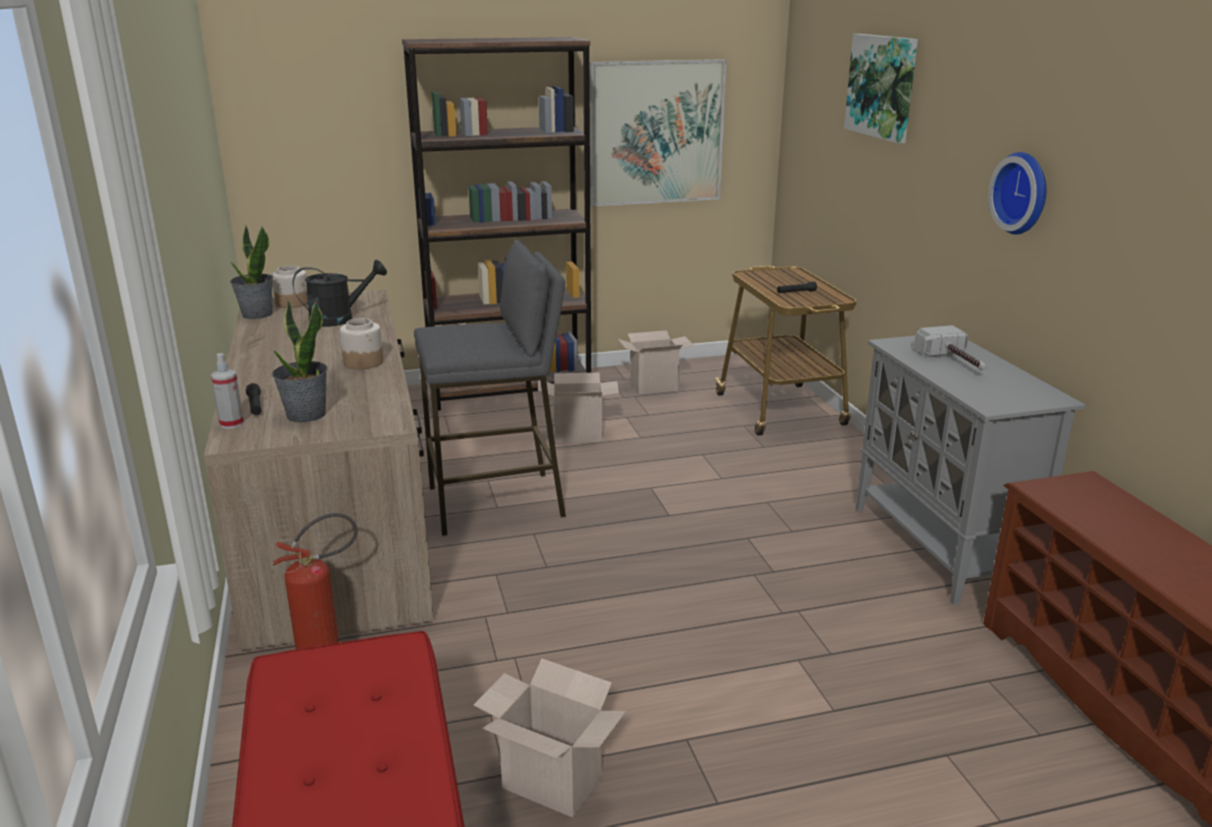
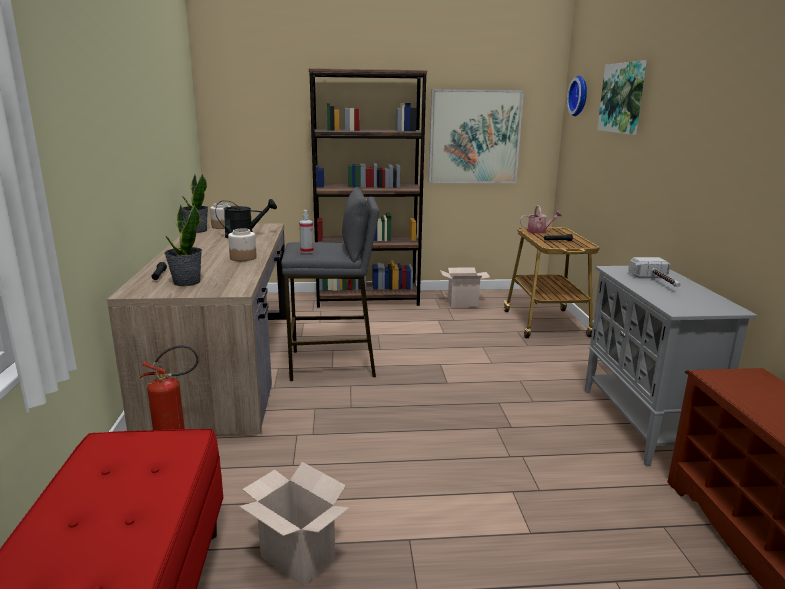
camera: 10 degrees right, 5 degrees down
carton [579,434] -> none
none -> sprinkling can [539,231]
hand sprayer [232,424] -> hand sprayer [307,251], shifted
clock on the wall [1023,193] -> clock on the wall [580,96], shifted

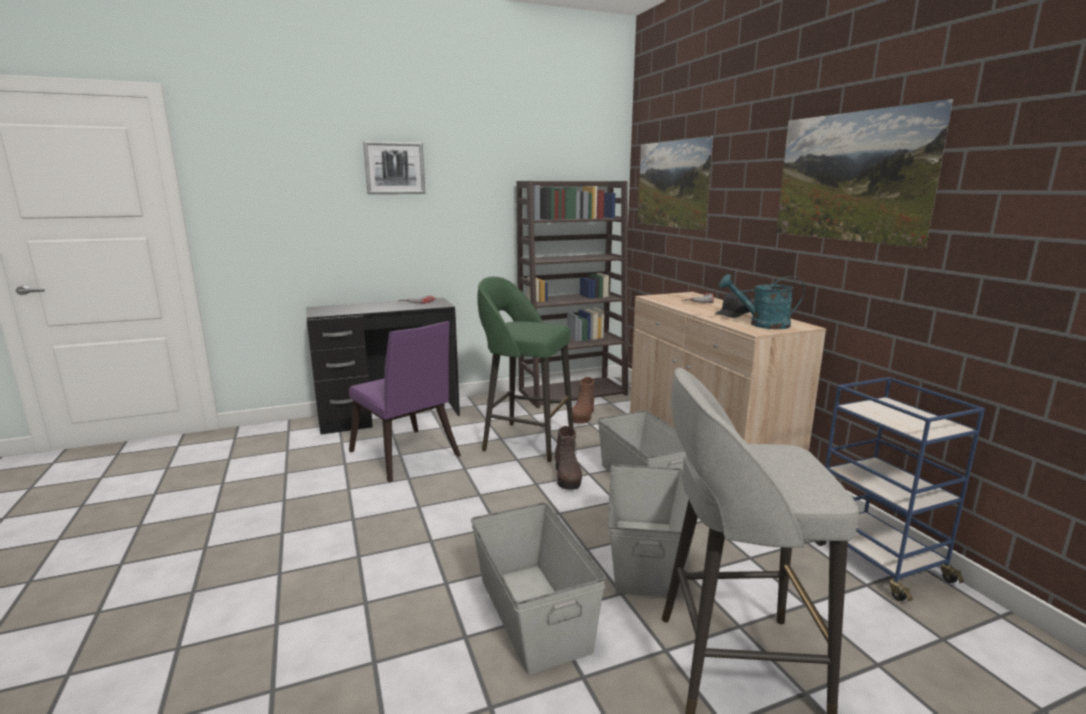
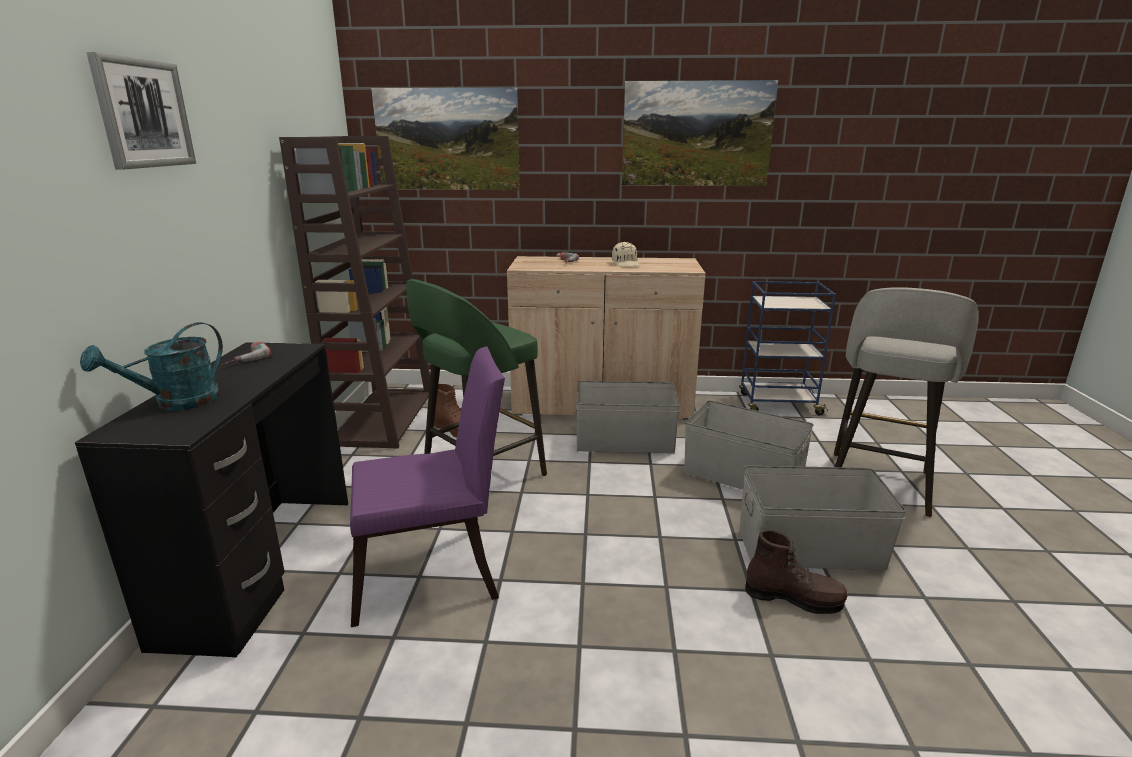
camera: 65 degrees left, 5 degrees up
brown-coloured boot [567,477] -> brown-coloured boot [793,598], shifted
turquoise sprinkling can [762,324] -> turquoise sprinkling can [177,403], shifted
blackish peaked cap [733,314] -> beige peaked cap [626,264]

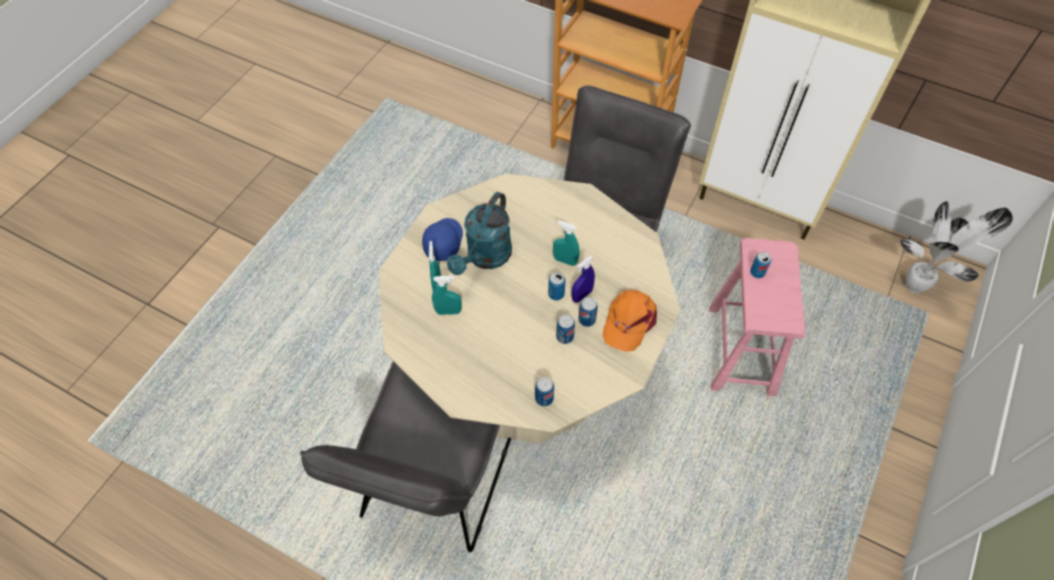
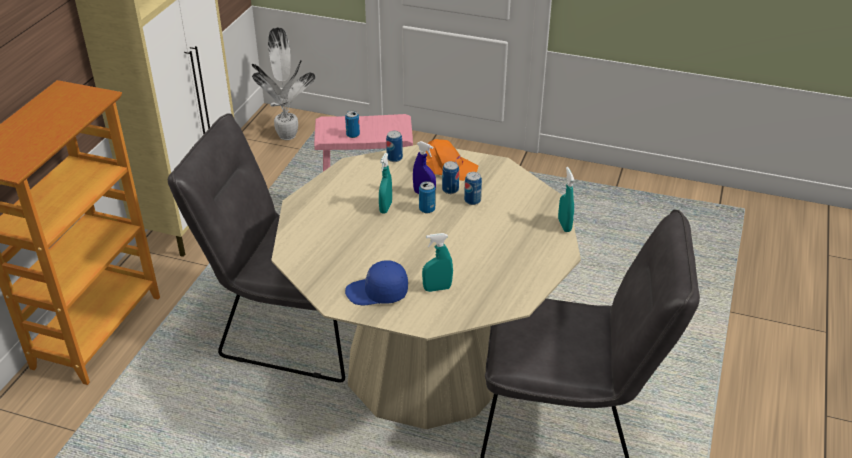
camera: 100 degrees left, 20 degrees down
turquoise sprinkling can [485,258] -> none
turquoise hand sprayer [448,311] -> turquoise hand sprayer [564,225], shifted
metal can [544,398] -> metal can [394,158], shifted

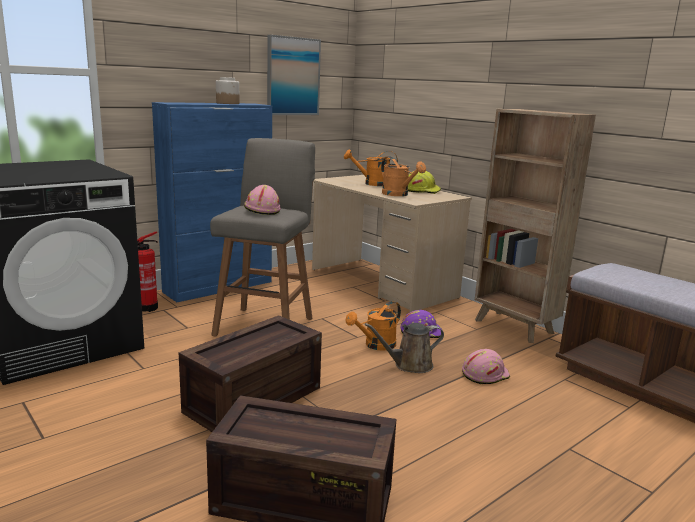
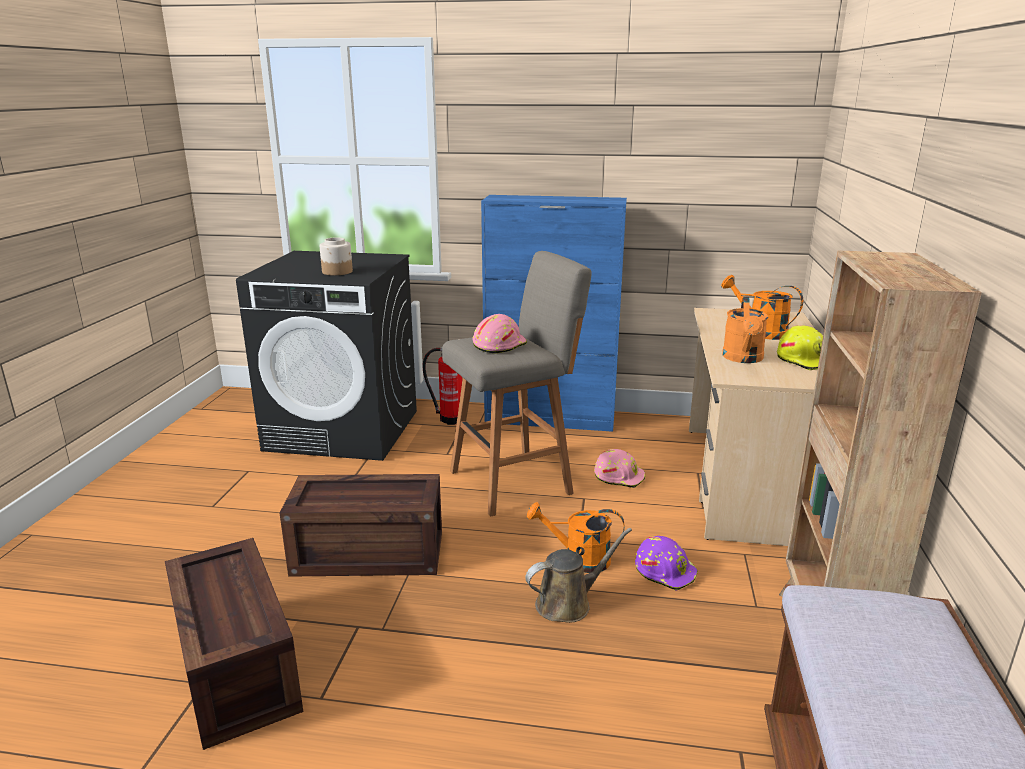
camera: 50 degrees right, 5 degrees up
wall picture [293,76] -> none
storage jar [228,103] -> storage jar [337,272], shifted
pink-coloured hard hat [484,374] -> pink-coloured hard hat [619,476], shifted
brown-coloured sprinkling can [409,365] -> brown-coloured sprinkling can [568,603], 120 degrees clockwise

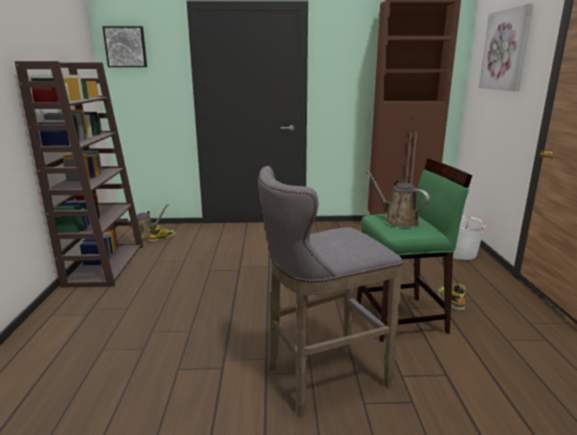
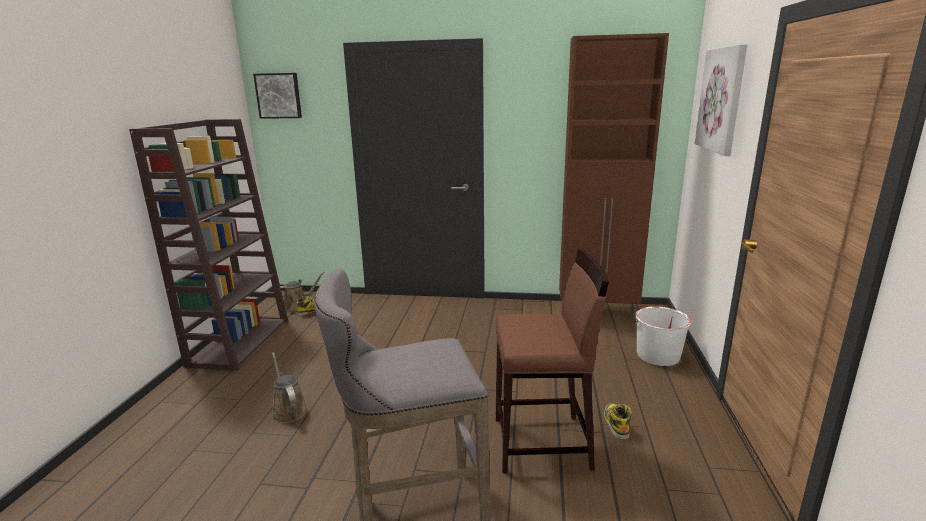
camera: 10 degrees right, 0 degrees up
brown-coloured sprinkling can [398,221] -> brown-coloured sprinkling can [288,410], shifted
green stool [401,318] -> brown-coloured stool [542,443]

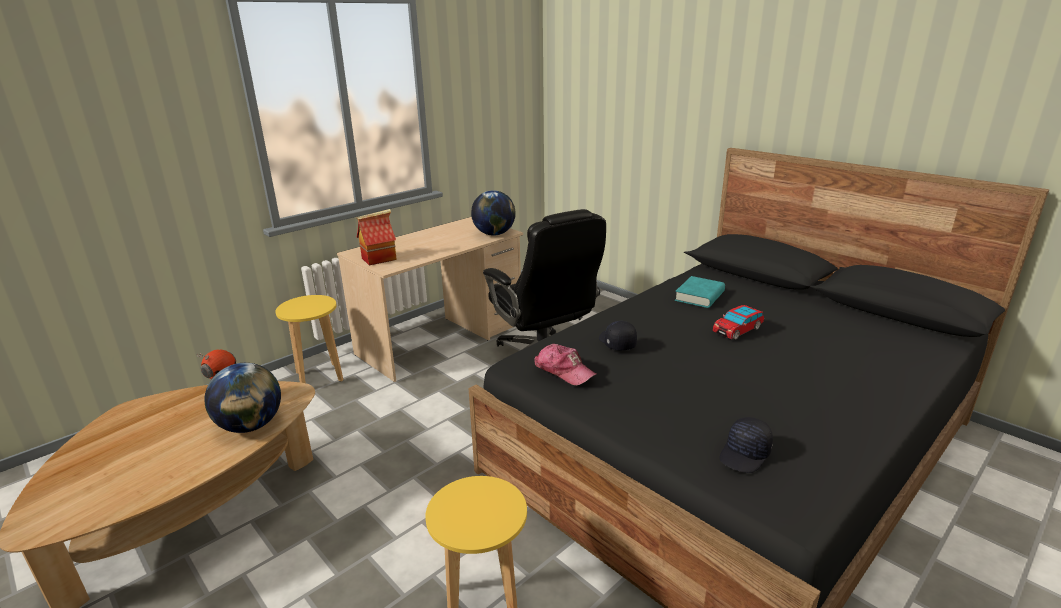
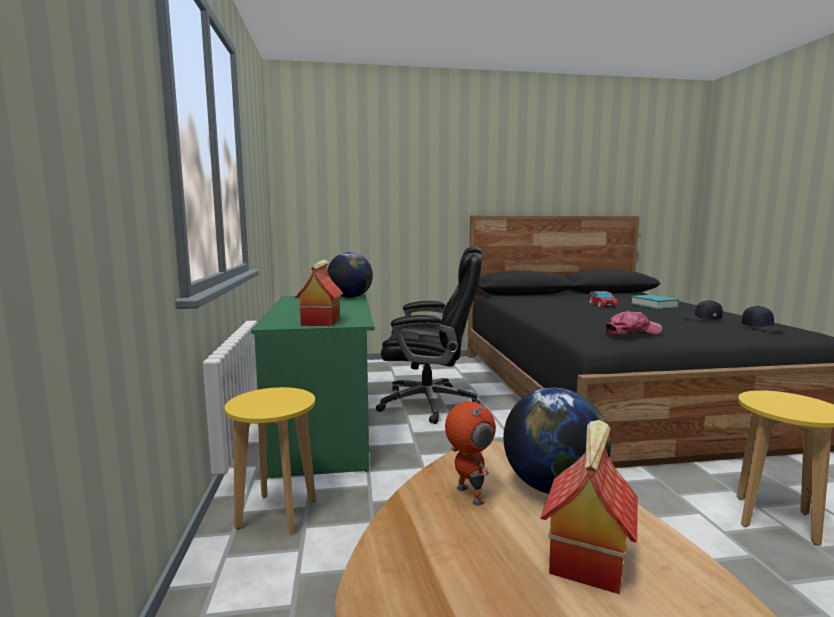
camera: 55 degrees left, 15 degrees down
none -> miniature house [585,557]
blackish peaked cap [616,343] -> blackish peaked cap [702,319], shifted
turquoise volume [699,296] -> turquoise volume [654,305], shifted
beige desk [441,340] -> green desk [322,429]

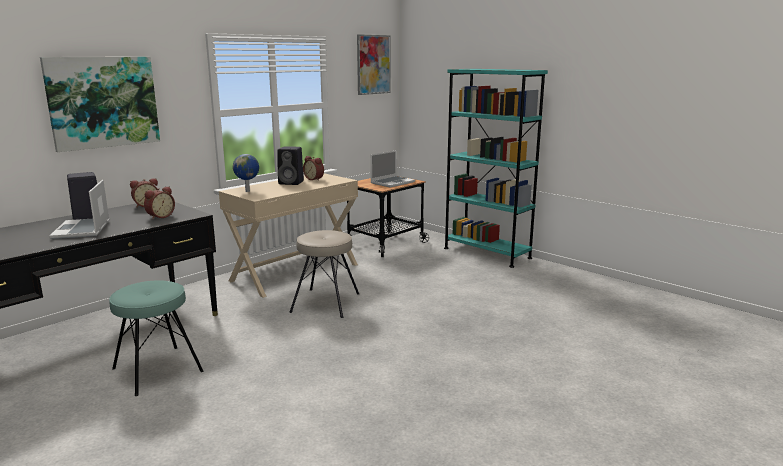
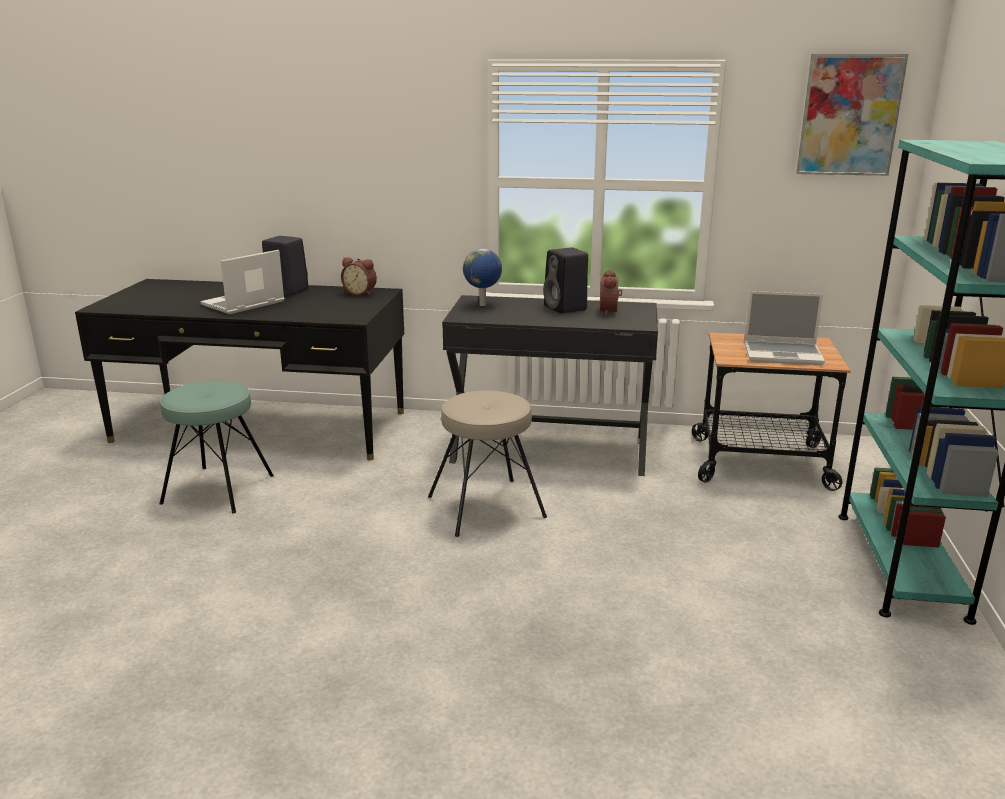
camera: 55 degrees right, 5 degrees up
wall picture [103,102] -> none
bedside clock [160,216] -> none
beige desk [295,272] -> blackish desk [550,448]

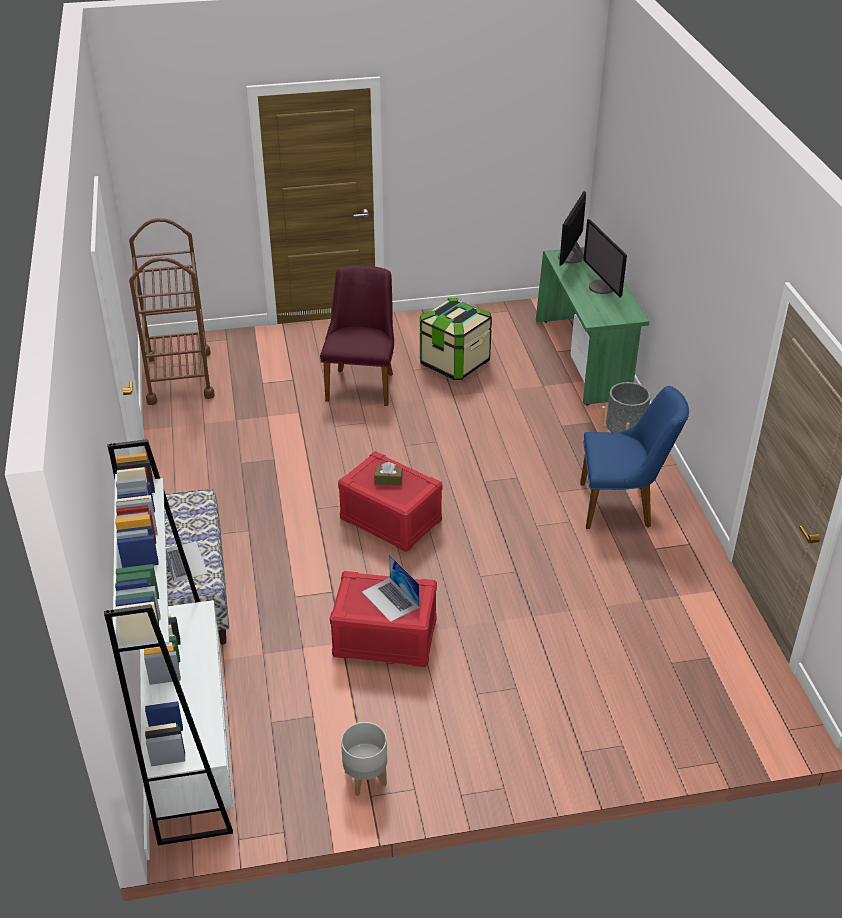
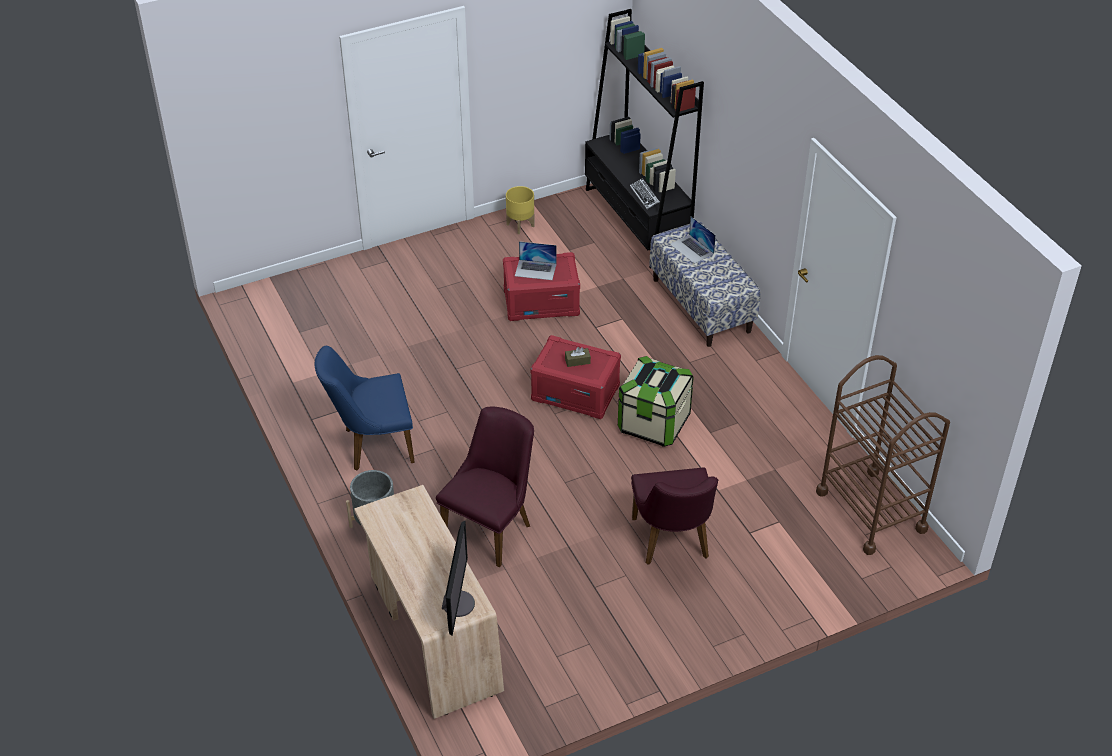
camera: 165 degrees right, 5 degrees up
monitor [602,287] -> none
none -> purple upright chair [492,527]
none -> PC keyboard [644,196]
storage container [454,363] -> storage container [653,423], shifted
white-coloured shelving unit [191,746] -> blackish shelving unit [637,222]
greyish flower pot [365,778] -> yellowish flower pot [520,225]
green desk [584,359] -> beige desk [431,634]
notebook computer [390,599] -> notebook computer [535,270], 150 degrees clockwise

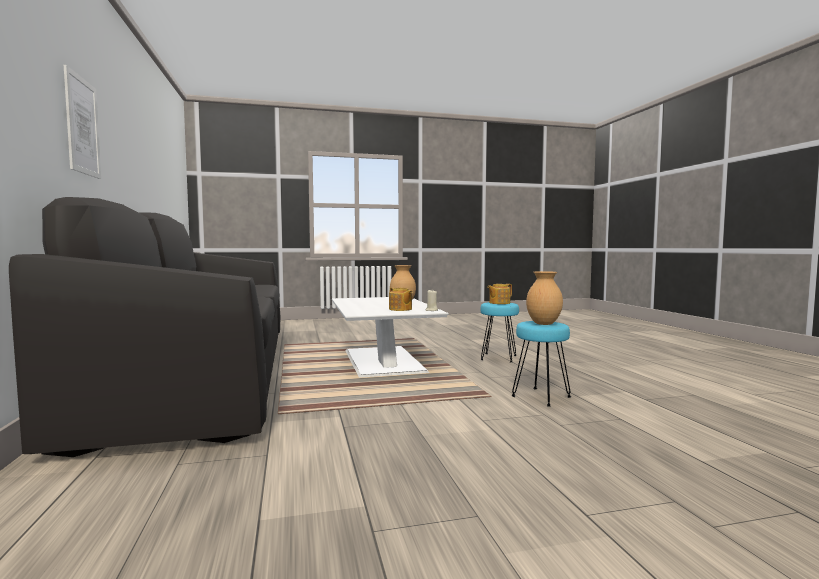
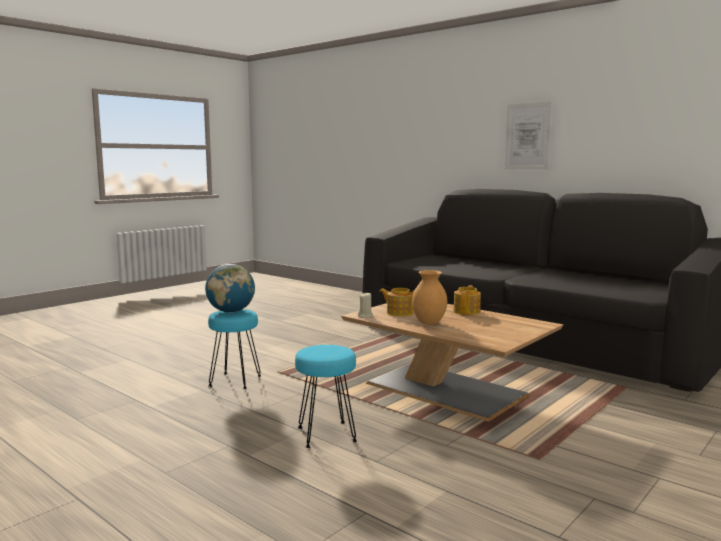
camera: 145 degrees right, 5 degrees up
tea pot [499,303] -> tea pot [467,311], shifted
brown-coloured decorative vase [543,324] -> globe [231,311]
white-coloured coffee table [382,360] -> brown-coloured coffee table [448,390]

